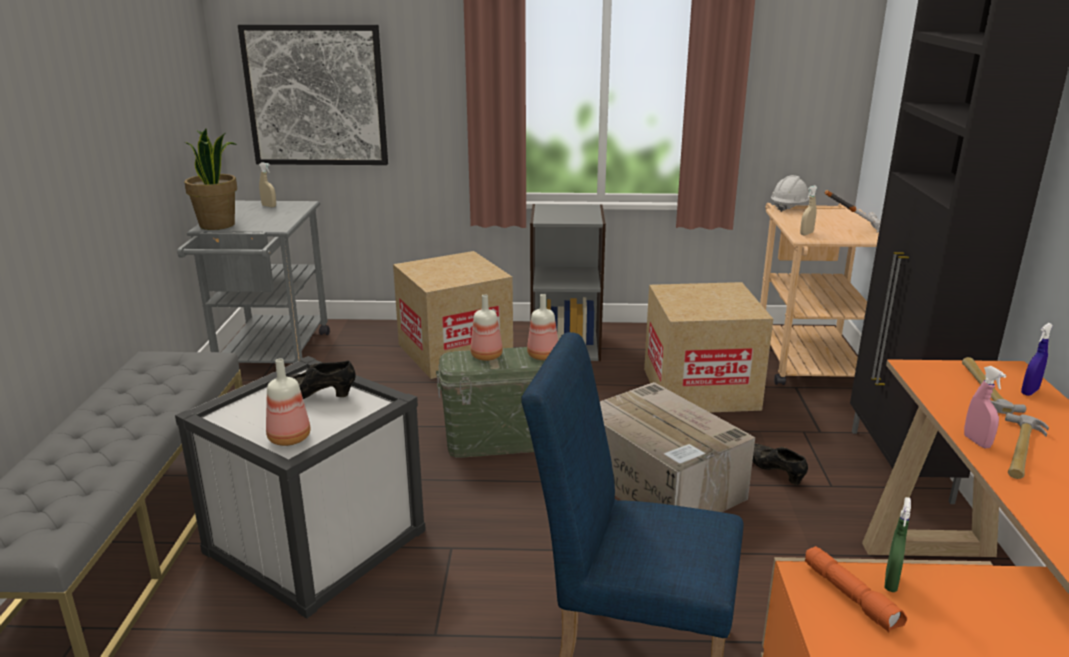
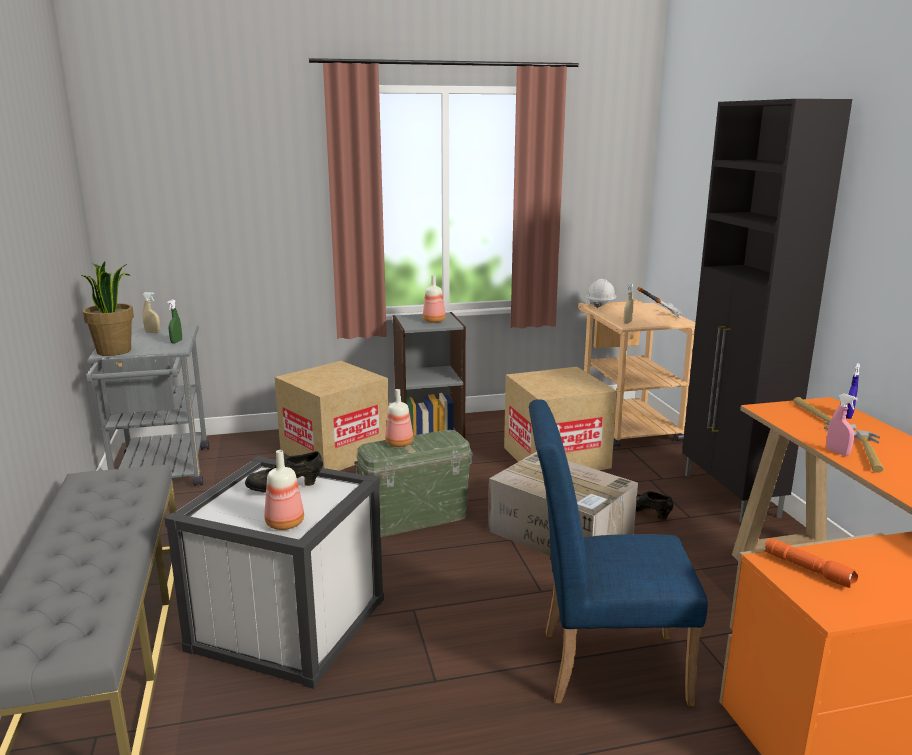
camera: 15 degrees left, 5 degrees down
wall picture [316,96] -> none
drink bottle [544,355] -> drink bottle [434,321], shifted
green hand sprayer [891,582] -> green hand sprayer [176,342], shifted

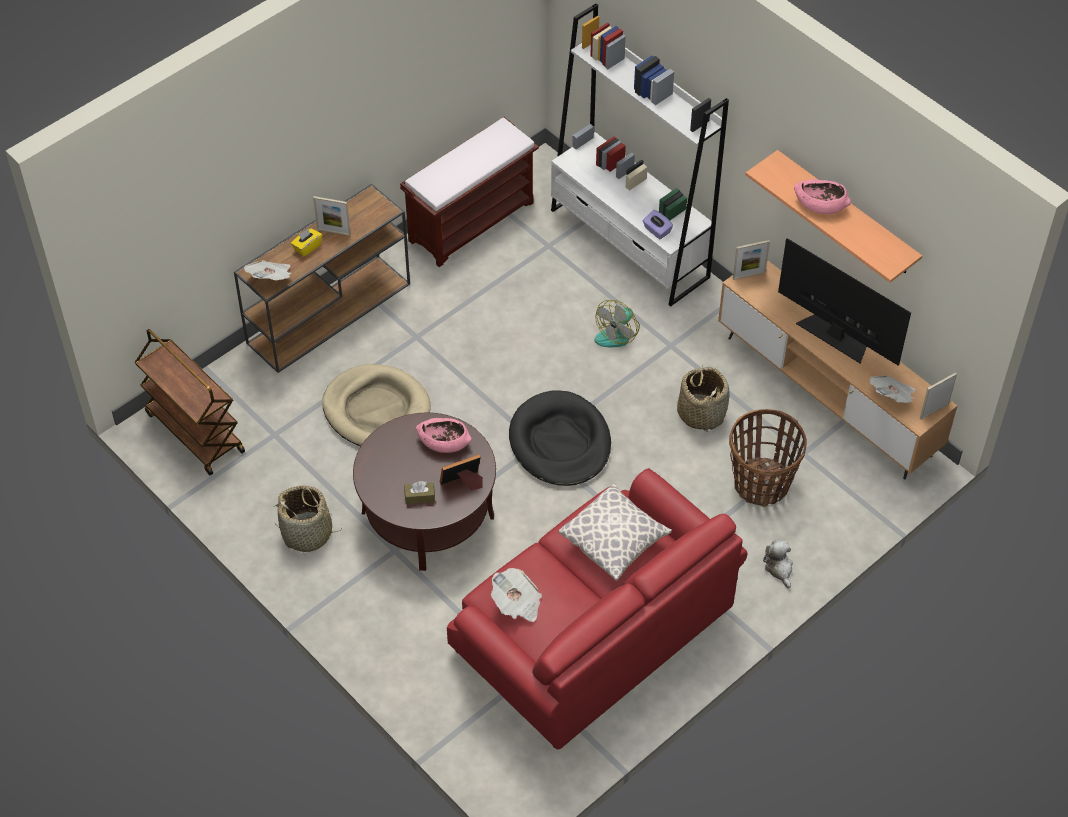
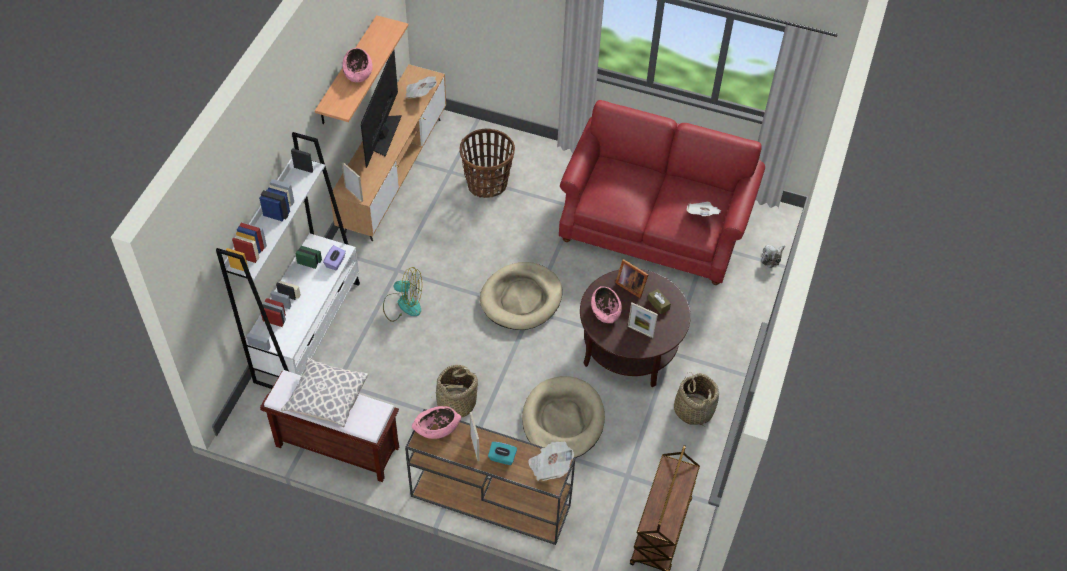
camera: 120 degrees left, 0 degrees up
none -> pink-coloured bowl [436,428]
throw pillow [614,540] -> throw pillow [326,399], shifted
household basket [701,413] -> household basket [456,403], shifted
plush toy [779,568] -> plush toy [772,258], shifted
picture frame [934,411] -> picture frame [640,331], shifted
yellowish box of tissues [307,247] -> turquoise box of tissues [502,458]
blackish pet bed [560,442] -> beige pet bed [521,298]

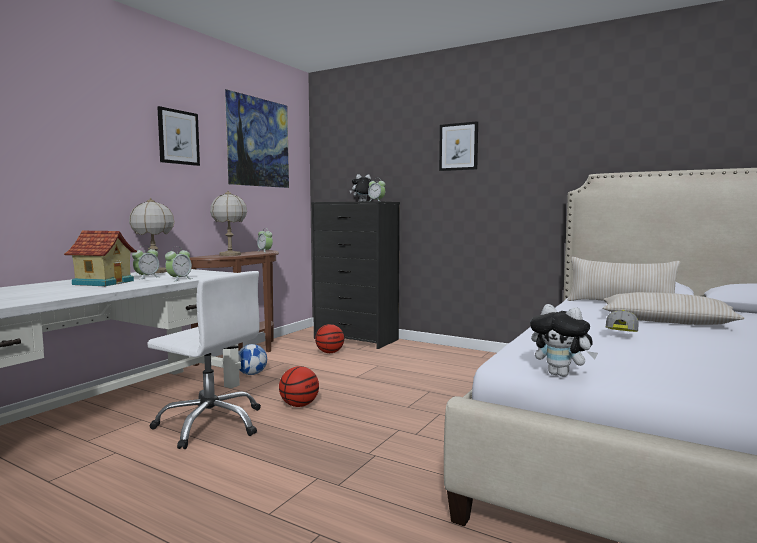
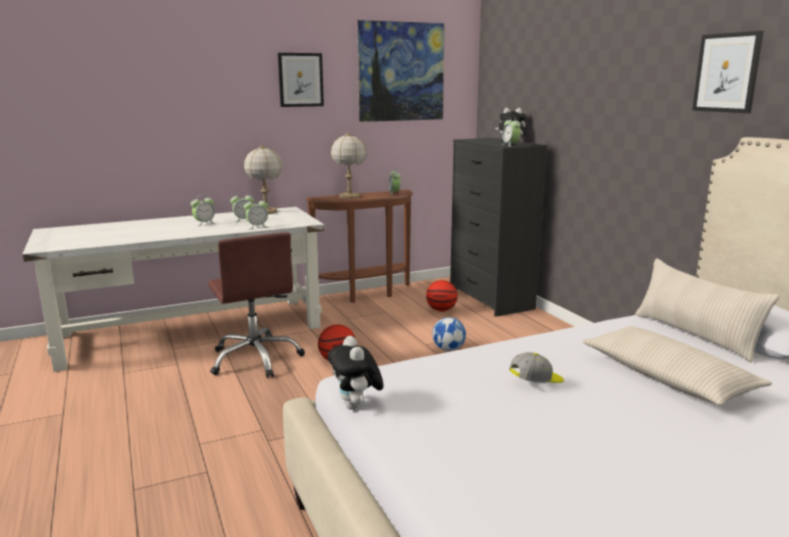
camera: 35 degrees right, 10 degrees up
football ball [252,374] -> football ball [448,349], shifted
wall picture [458,146] -> wall picture [727,73], shifted
miniature house [104,282] -> bedside clock [204,223]
white-coloured computer chair [211,424] -> brown-coloured computer chair [256,359]

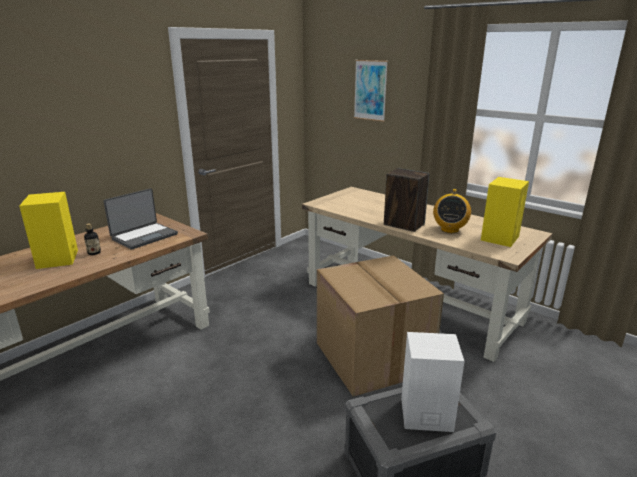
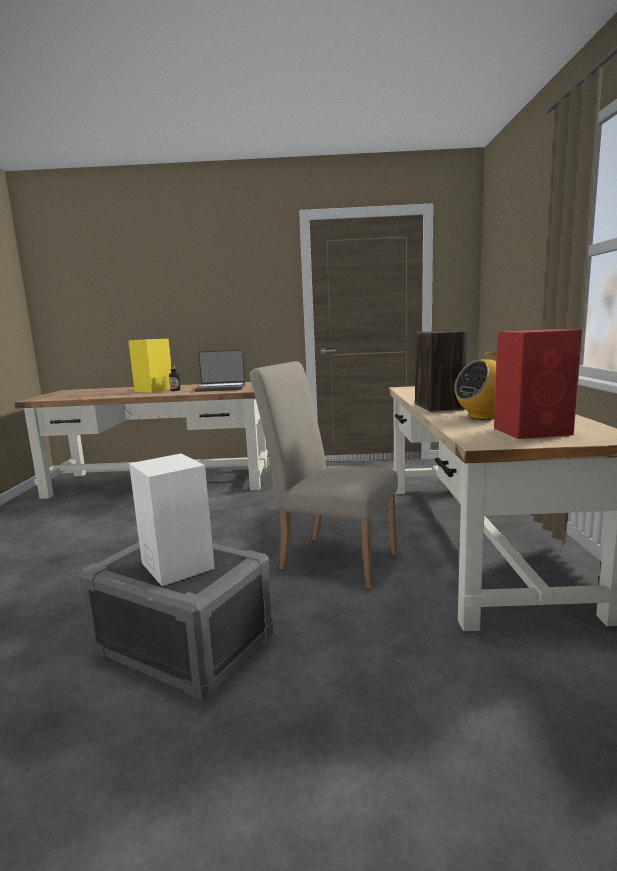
camera: 50 degrees right, 10 degrees down
wall picture [370,90] -> none
carton [370,356] -> beige upright chair [330,558]
yellowish loudspeaker [500,238] -> red loudspeaker [533,431]

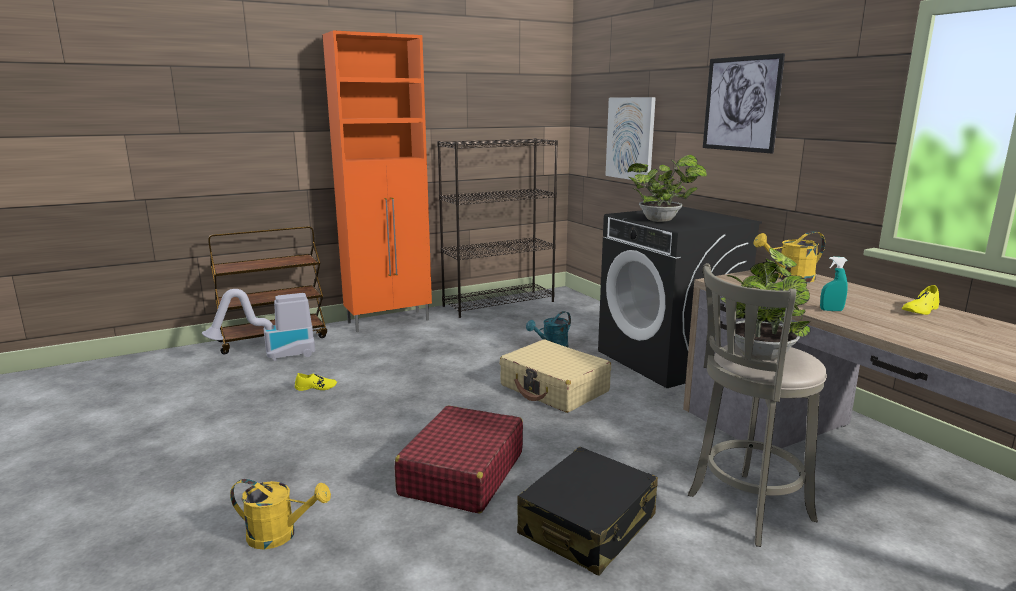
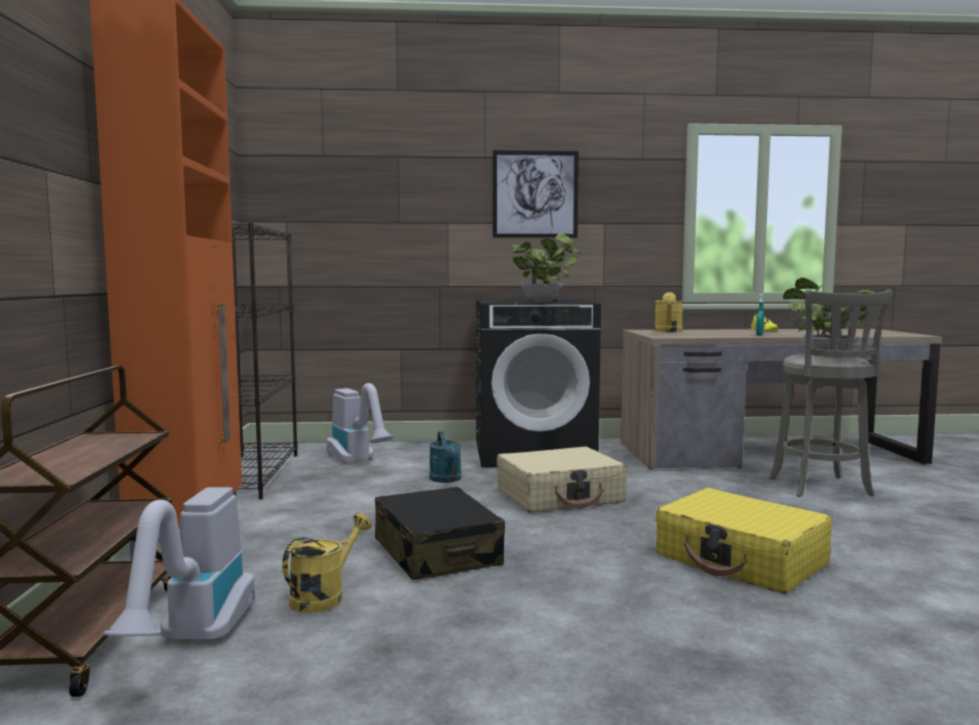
camera: 65 degrees left, 10 degrees down
yellowish low shoe [316,387] -> none
wall picture [630,138] -> none
none -> hoover [358,461]
yellowish sprinkling can [280,535] -> yellowish sprinkling can [324,596], shifted
blackish suitcase [588,525] -> blackish suitcase [437,553], shifted
red suitcase [462,474] -> yellowish suitcase [741,560]

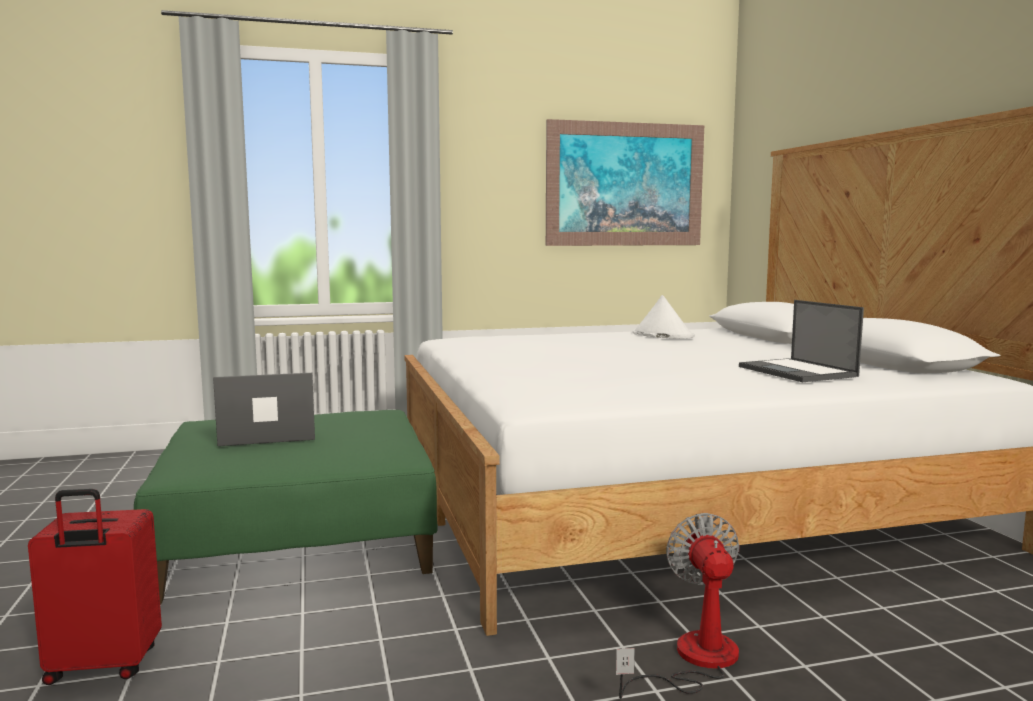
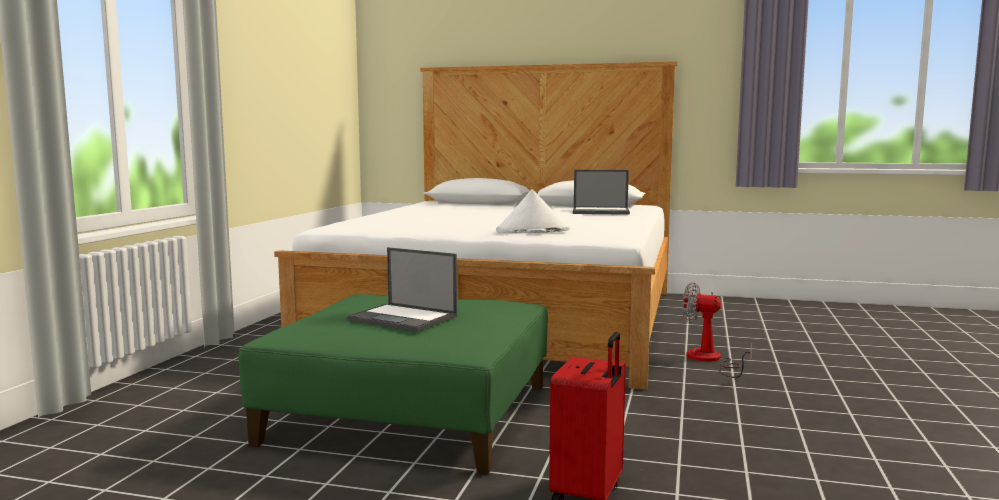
camera: 60 degrees left, 0 degrees up
wall picture [625,184] -> none
white-coloured hat [662,335] -> white-coloured hat [532,231], shifted
notebook computer [267,434] -> notebook computer [404,318], 75 degrees counterclockwise

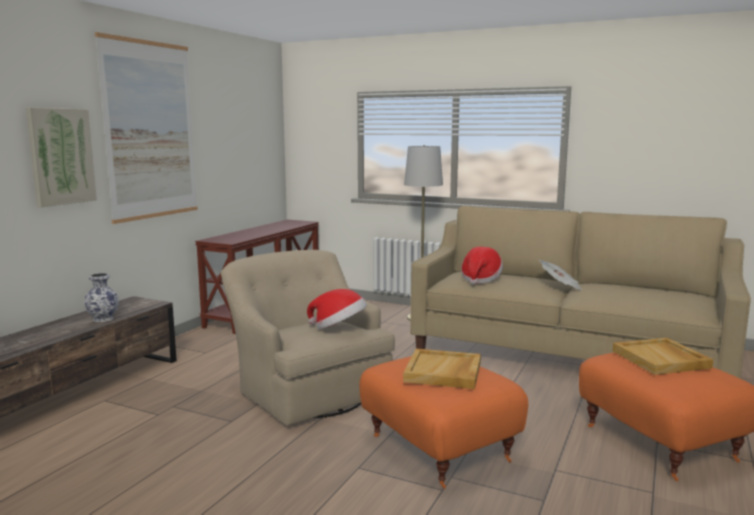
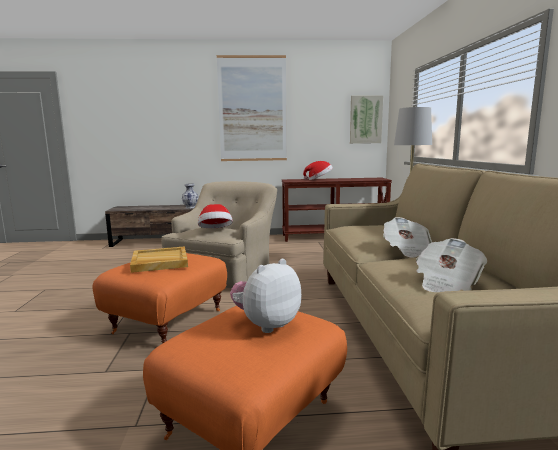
camera: 60 degrees right, 0 degrees up
none -> daily paper [446,283]
wall picture [61,156] -> wall picture [365,119], shifted
hat [480,279] -> hat [319,179], shifted
beige carrying tray [661,359] -> plush toy [266,324]

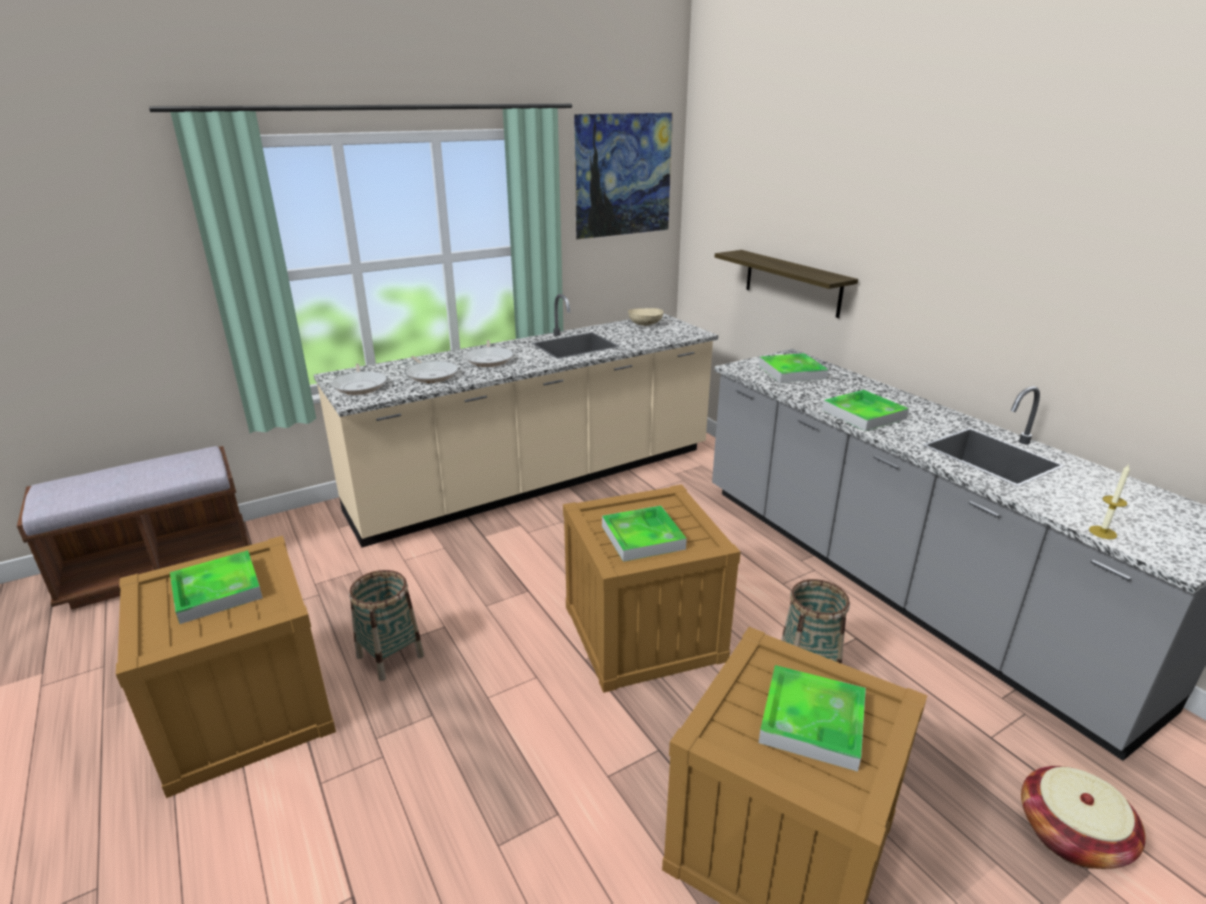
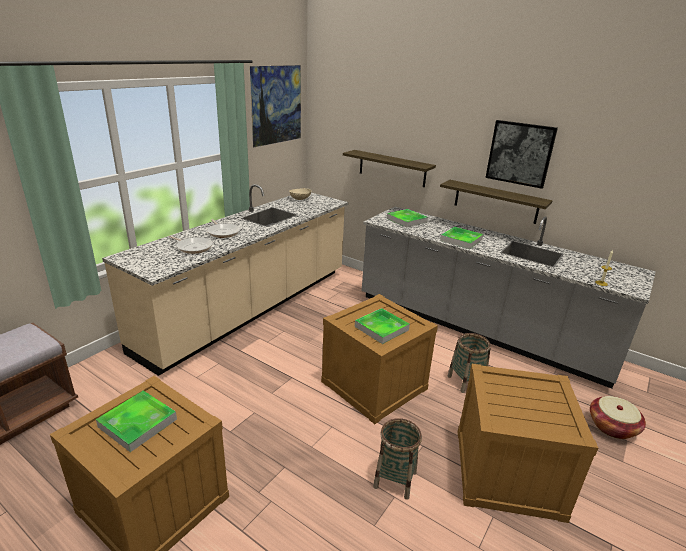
camera: 25 degrees left, 0 degrees up
frying pan [360,385] -> none
carrying tray [812,721] -> none
none -> wall shelf [495,201]
none -> wall picture [520,153]
household basket [390,656] -> household basket [395,479], shifted

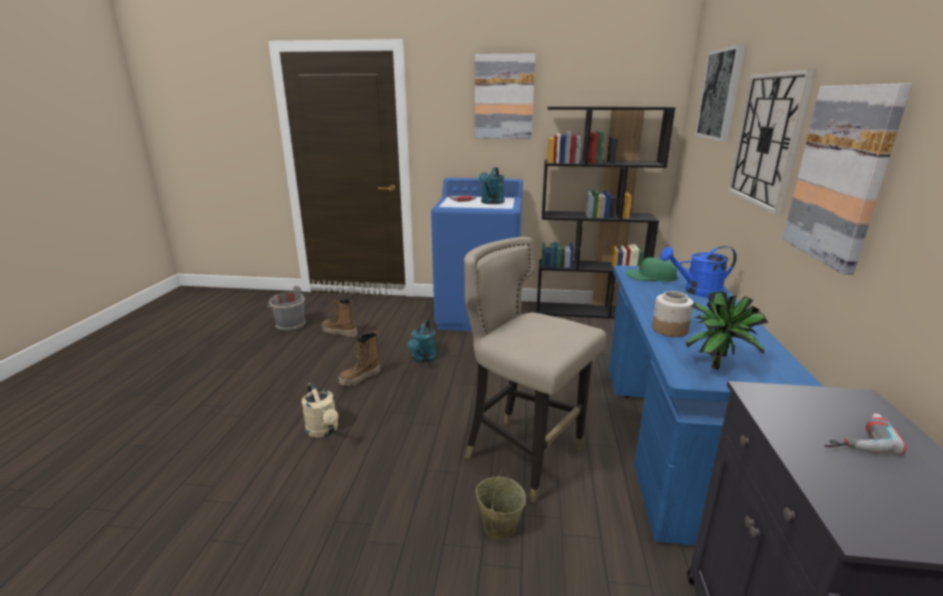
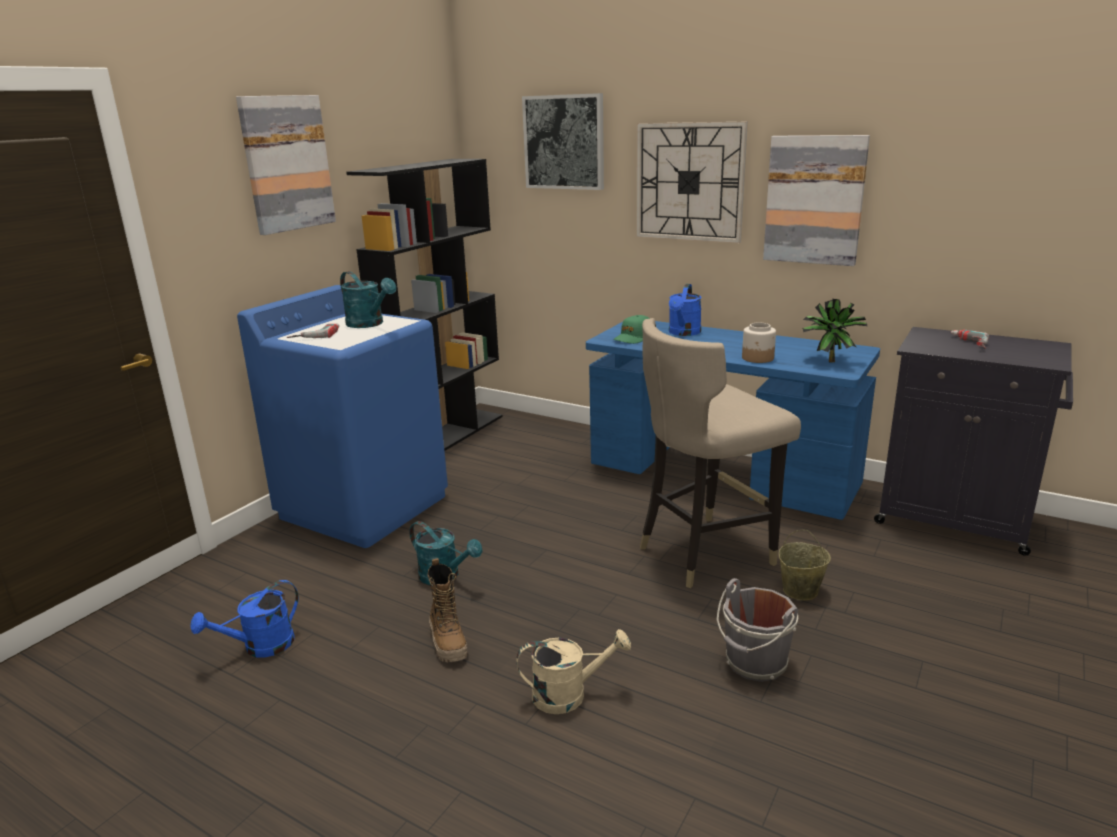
camera: 65 degrees left, 0 degrees up
greyish water bucket [289,325] -> greyish water bucket [754,663], shifted
boot [339,333] -> blue-coloured sprinkling can [260,647]

